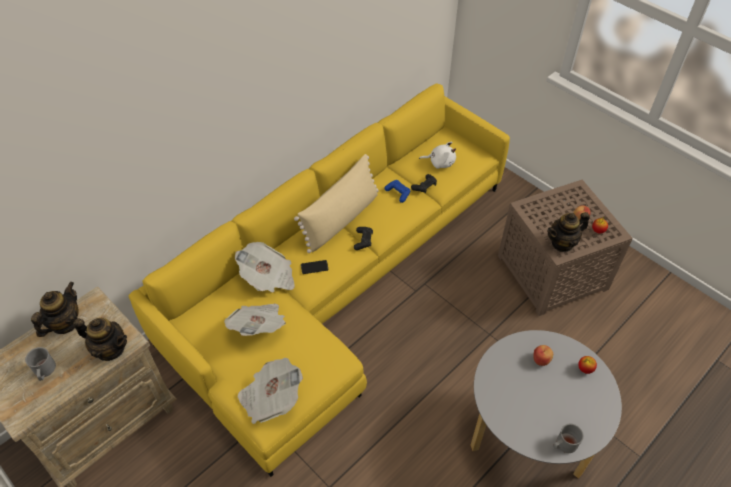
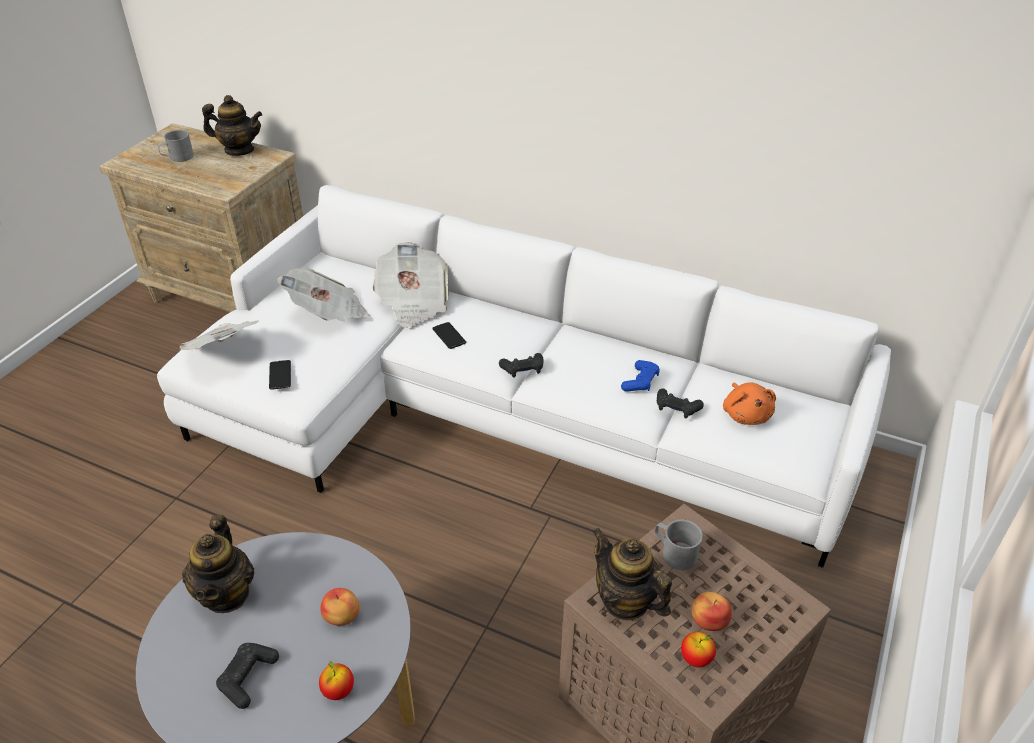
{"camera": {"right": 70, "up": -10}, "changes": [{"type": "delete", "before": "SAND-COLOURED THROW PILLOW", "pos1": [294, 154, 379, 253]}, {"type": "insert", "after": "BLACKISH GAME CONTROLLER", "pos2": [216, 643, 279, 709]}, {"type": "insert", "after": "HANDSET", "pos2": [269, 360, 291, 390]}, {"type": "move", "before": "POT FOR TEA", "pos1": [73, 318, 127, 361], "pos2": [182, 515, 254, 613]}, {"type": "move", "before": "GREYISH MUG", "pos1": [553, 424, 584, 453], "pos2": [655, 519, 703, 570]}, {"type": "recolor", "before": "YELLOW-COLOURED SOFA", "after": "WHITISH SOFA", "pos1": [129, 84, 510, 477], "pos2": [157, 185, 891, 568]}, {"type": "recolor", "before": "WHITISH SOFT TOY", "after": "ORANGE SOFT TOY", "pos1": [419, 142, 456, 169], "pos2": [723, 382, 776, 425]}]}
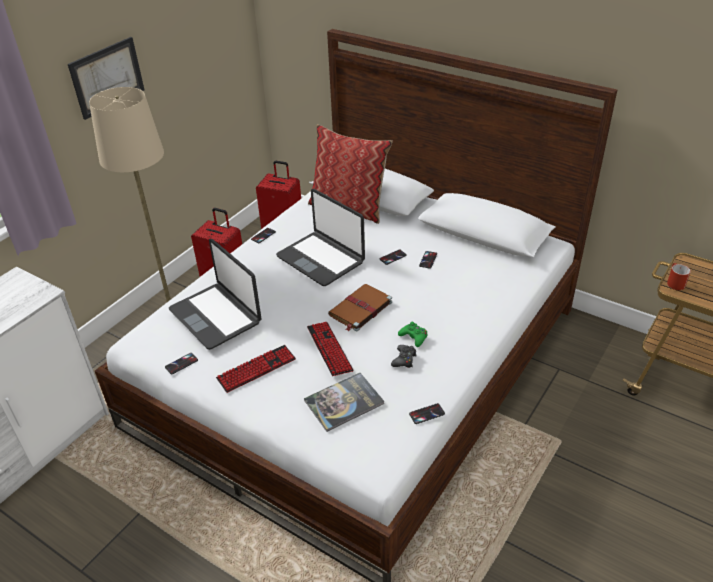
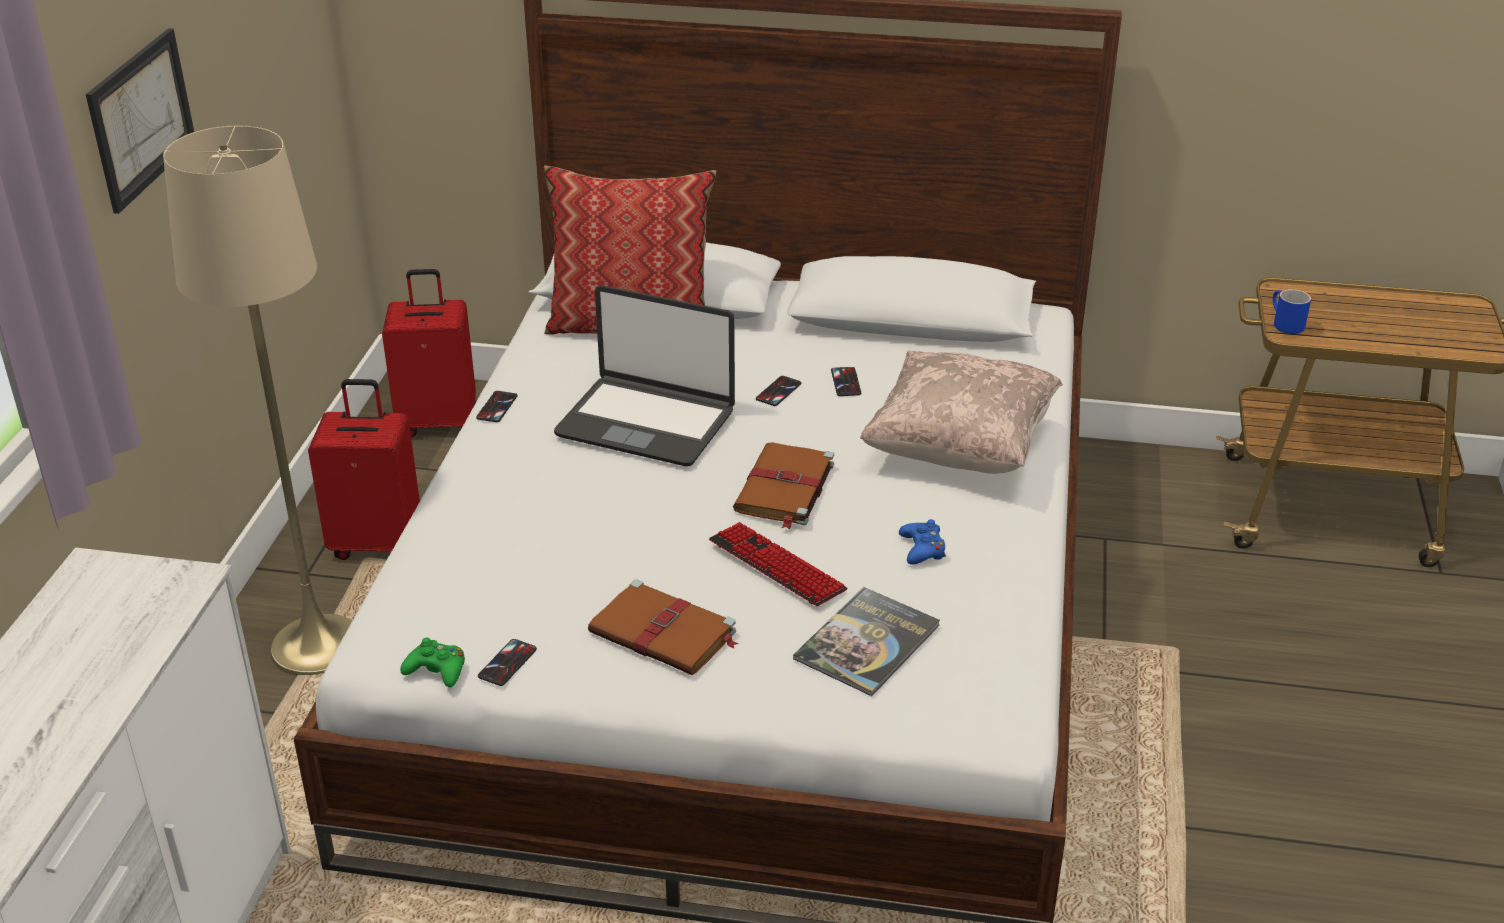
{"camera": {"right": -25, "up": -5}, "changes": [{"type": "delete", "before": "NOTEBOOK COMPUTER", "pos1": [169, 239, 262, 350]}, {"type": "delete", "before": "HANDSET", "pos1": [409, 403, 445, 424]}, {"type": "insert", "after": "SAND-COLOURED THROW PILLOW", "pos2": [860, 350, 1063, 474]}, {"type": "move", "before": "GREENISH GAME CONTROLLER", "pos1": [398, 322, 427, 347], "pos2": [400, 638, 465, 687]}, {"type": "replace", "before": "COMPUTER KEYBOARD", "after": "BROWN BOOK", "pos1": [216, 345, 296, 393], "pos2": [588, 579, 739, 675]}, {"type": "recolor", "before": "BLACKISH GAME CONTROLLER", "after": "BLUISH GAME CONTROLLER", "pos1": [391, 345, 417, 368], "pos2": [899, 519, 946, 565]}, {"type": "recolor", "before": "RED MUG", "after": "BLUISH MUG", "pos1": [667, 263, 691, 290], "pos2": [1273, 289, 1311, 334]}]}
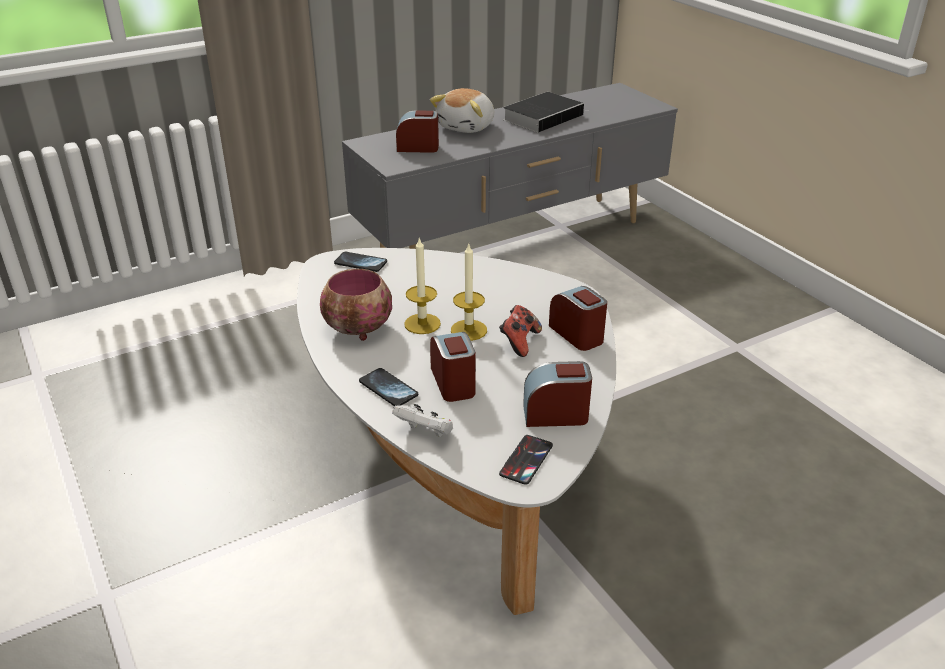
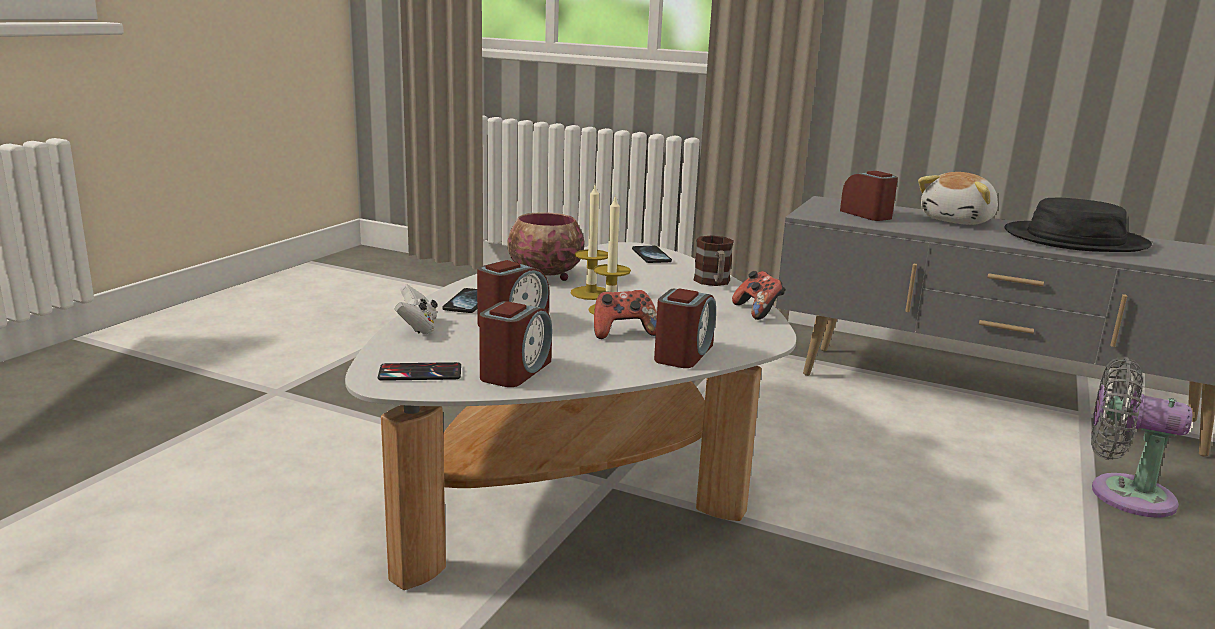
{"camera": {"right": 55, "up": -15}, "changes": [{"type": "insert", "after": "MUG", "pos2": [694, 235, 734, 286]}, {"type": "insert", "after": "GAME CONTROLLER", "pos2": [732, 271, 786, 320]}, {"type": "insert", "after": "GREYISH ELECTRIC FAN", "pos2": [1091, 357, 1193, 518]}, {"type": "replace", "before": "BOOK", "after": "BLACKISH CLOTHING HAT", "pos1": [503, 92, 584, 133], "pos2": [1005, 198, 1152, 252]}, {"type": "rotate", "before": "SOFT TOY", "pos1": [430, 88, 494, 133], "pos2": [918, 172, 998, 225], "turn": -45}, {"type": "rotate", "before": "BEDSIDE CLOCK", "pos1": [523, 361, 592, 427], "pos2": [479, 301, 552, 387], "turn": 60}]}
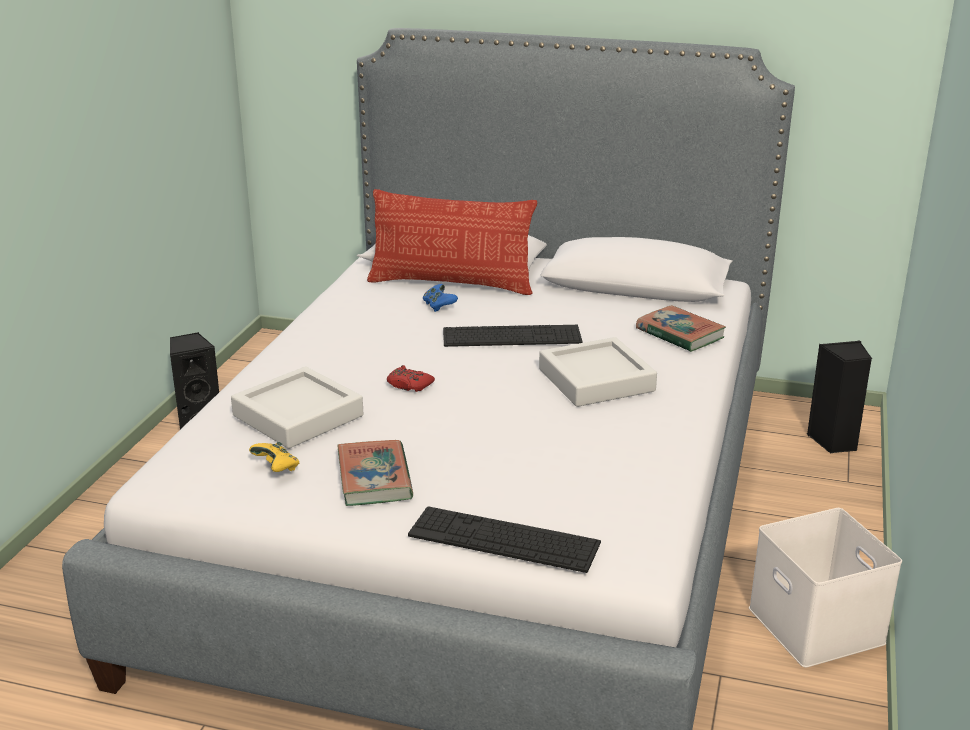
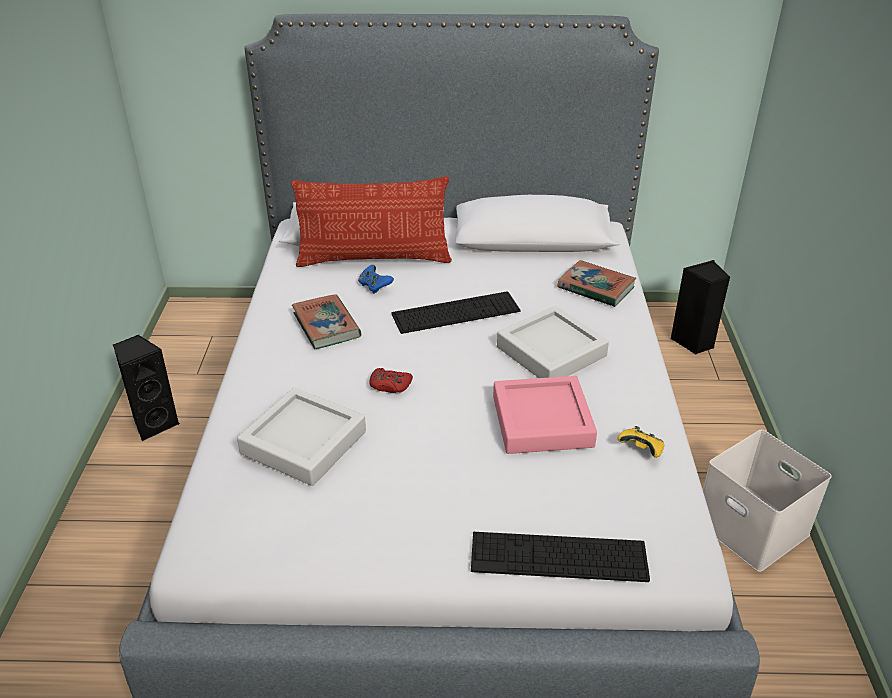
{"camera": {"right": -15, "up": 10}, "changes": [{"type": "insert", "after": "PINKISH CARRYING TRAY", "pos2": [493, 376, 597, 454]}, {"type": "move", "before": "YELLOW-COLOURED GAME CONTROLLER", "pos1": [249, 442, 299, 472], "pos2": [618, 426, 664, 458]}, {"type": "move", "before": "BOOK", "pos1": [337, 440, 413, 506], "pos2": [292, 294, 361, 349]}]}
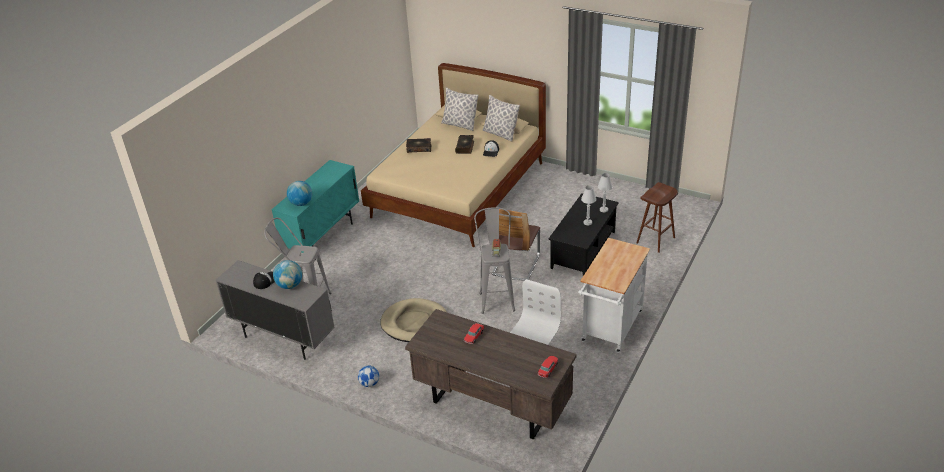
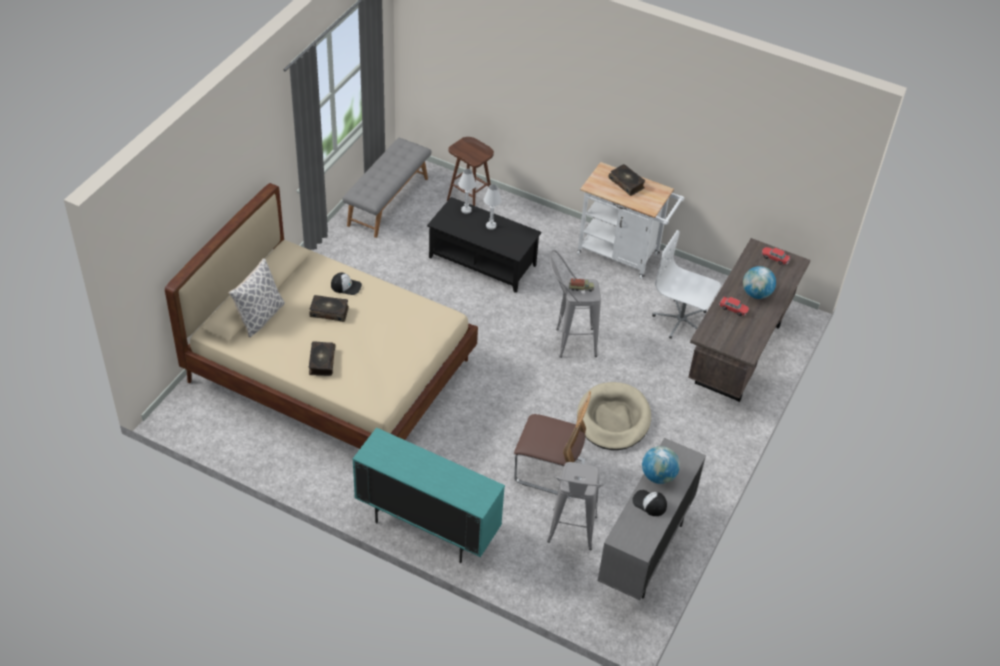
{"camera": {"right": -95, "up": 10}, "changes": [{"type": "delete", "before": "FOOTBALL BALL", "pos1": [358, 366, 379, 387]}, {"type": "delete", "before": "THROW PILLOW", "pos1": [482, 95, 520, 142]}, {"type": "insert", "after": "GREYISH LONG SEAT", "pos2": [342, 138, 431, 238]}, {"type": "insert", "after": "BOOK", "pos2": [609, 164, 645, 196]}, {"type": "move", "before": "WORLD GLOBE", "pos1": [287, 181, 312, 206], "pos2": [743, 266, 776, 299]}, {"type": "move", "before": "CHAIR", "pos1": [491, 209, 540, 280], "pos2": [514, 391, 591, 499]}]}
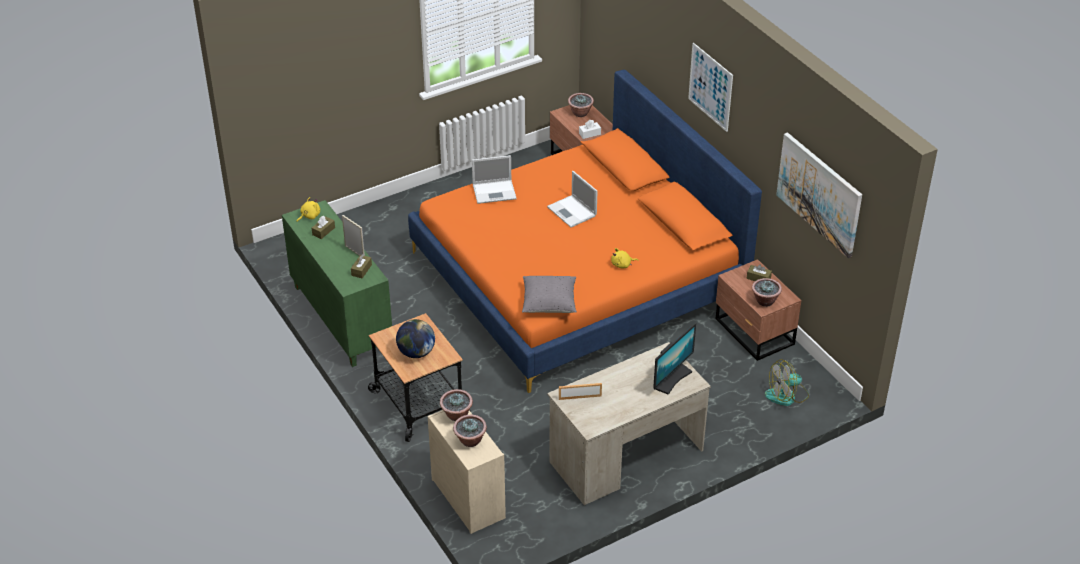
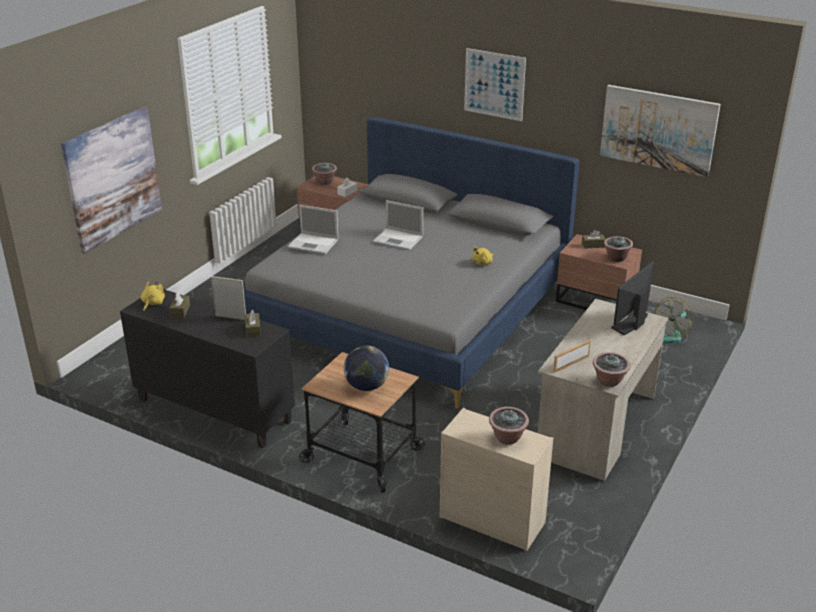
{"camera": {"right": -30, "up": -10}, "changes": [{"type": "delete", "before": "GREYISH THROW PILLOW", "pos1": [522, 276, 577, 313]}, {"type": "insert", "after": "PICTURE", "pos2": [61, 107, 162, 254]}, {"type": "move", "before": "PLANT IN A POT", "pos1": [440, 389, 473, 421], "pos2": [593, 352, 630, 387]}, {"type": "recolor", "before": "GREENISH STORAGE CABINET", "after": "BLACKISH STORAGE CABINET", "pos1": [282, 200, 392, 367], "pos2": [120, 289, 295, 448]}, {"type": "recolor", "before": "ORANGE SLEEPING BED", "after": "GREYISH SLEEPING BED", "pos1": [408, 70, 762, 393], "pos2": [243, 117, 580, 409]}, {"type": "rotate", "before": "NOTEBOOK COMPUTER", "pos1": [472, 155, 517, 204], "pos2": [288, 205, 338, 254], "turn": 60}, {"type": "rotate", "before": "MONITOR", "pos1": [653, 323, 696, 395], "pos2": [611, 261, 654, 335], "turn": -150}]}
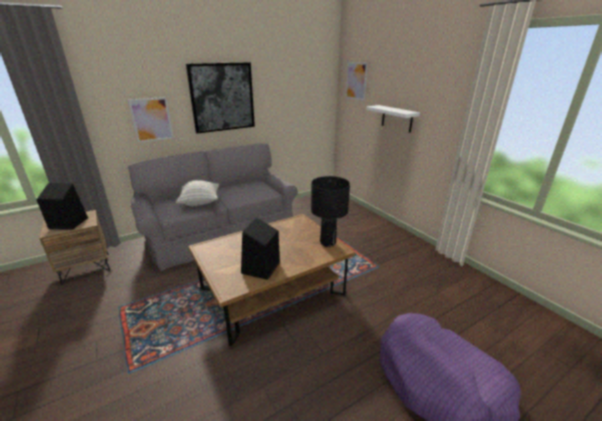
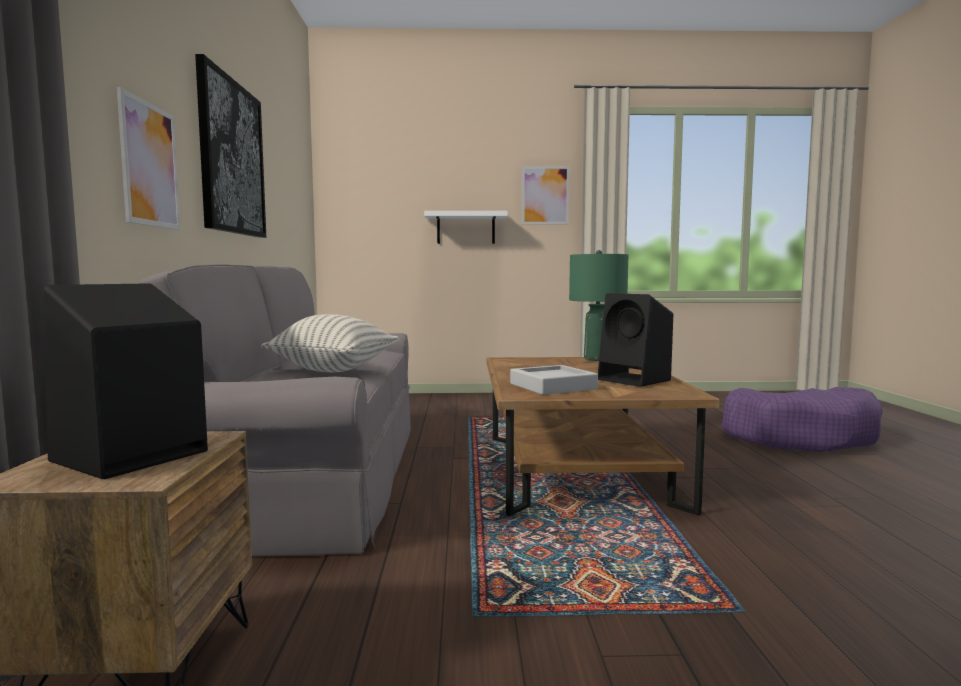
{"camera": {"right": -60, "up": -20}, "changes": [{"type": "insert", "after": "GREYISH CARRYING TRAY", "pos2": [510, 365, 598, 395]}, {"type": "move", "before": "PICTURE", "pos1": [346, 62, 368, 101], "pos2": [522, 166, 570, 224]}, {"type": "recolor", "before": "BLACKISH TABLE LAMP", "after": "GREENISH TABLE LAMP", "pos1": [311, 176, 350, 247], "pos2": [569, 250, 628, 361]}]}
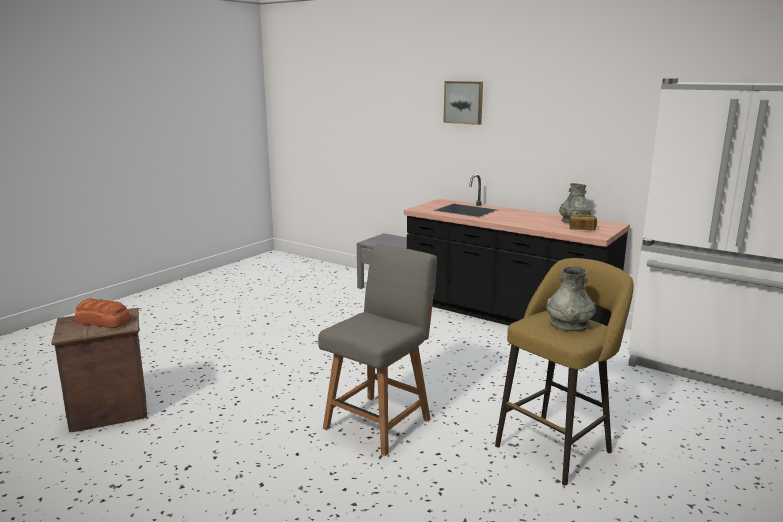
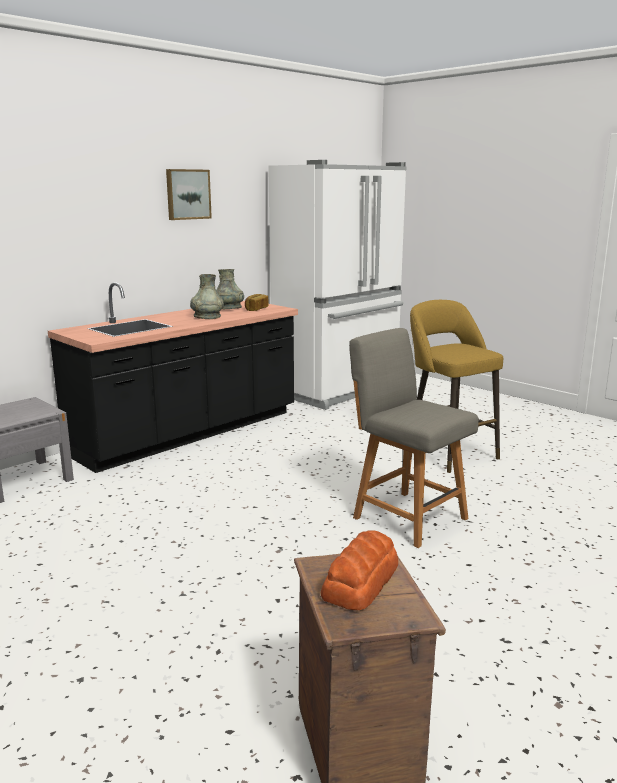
{"camera": {"right": -80, "up": 0}, "changes": [{"type": "move", "before": "PICTURE", "pos1": [443, 81, 483, 125], "pos2": [166, 169, 212, 220]}, {"type": "move", "before": "GREYISH FLOWER VASE", "pos1": [546, 266, 596, 331], "pos2": [190, 274, 224, 319]}]}
